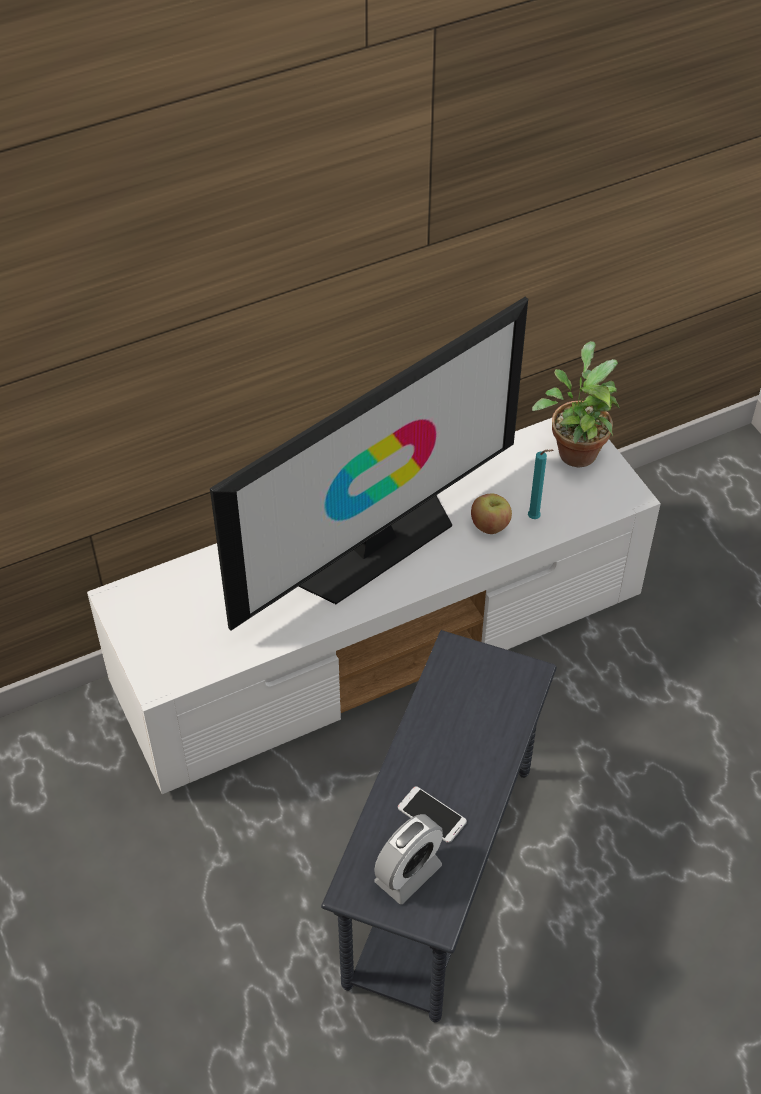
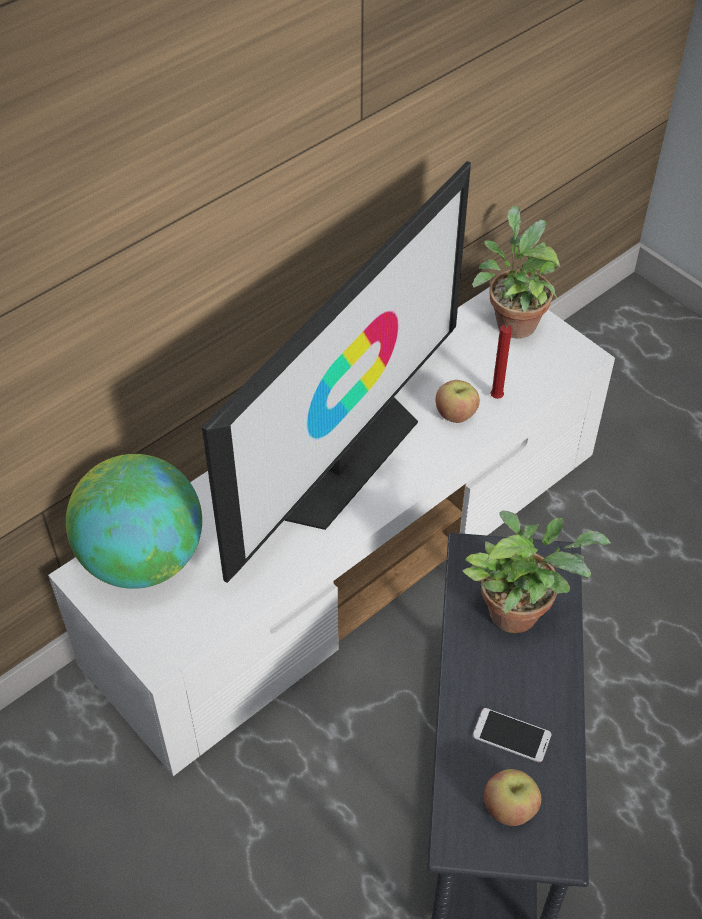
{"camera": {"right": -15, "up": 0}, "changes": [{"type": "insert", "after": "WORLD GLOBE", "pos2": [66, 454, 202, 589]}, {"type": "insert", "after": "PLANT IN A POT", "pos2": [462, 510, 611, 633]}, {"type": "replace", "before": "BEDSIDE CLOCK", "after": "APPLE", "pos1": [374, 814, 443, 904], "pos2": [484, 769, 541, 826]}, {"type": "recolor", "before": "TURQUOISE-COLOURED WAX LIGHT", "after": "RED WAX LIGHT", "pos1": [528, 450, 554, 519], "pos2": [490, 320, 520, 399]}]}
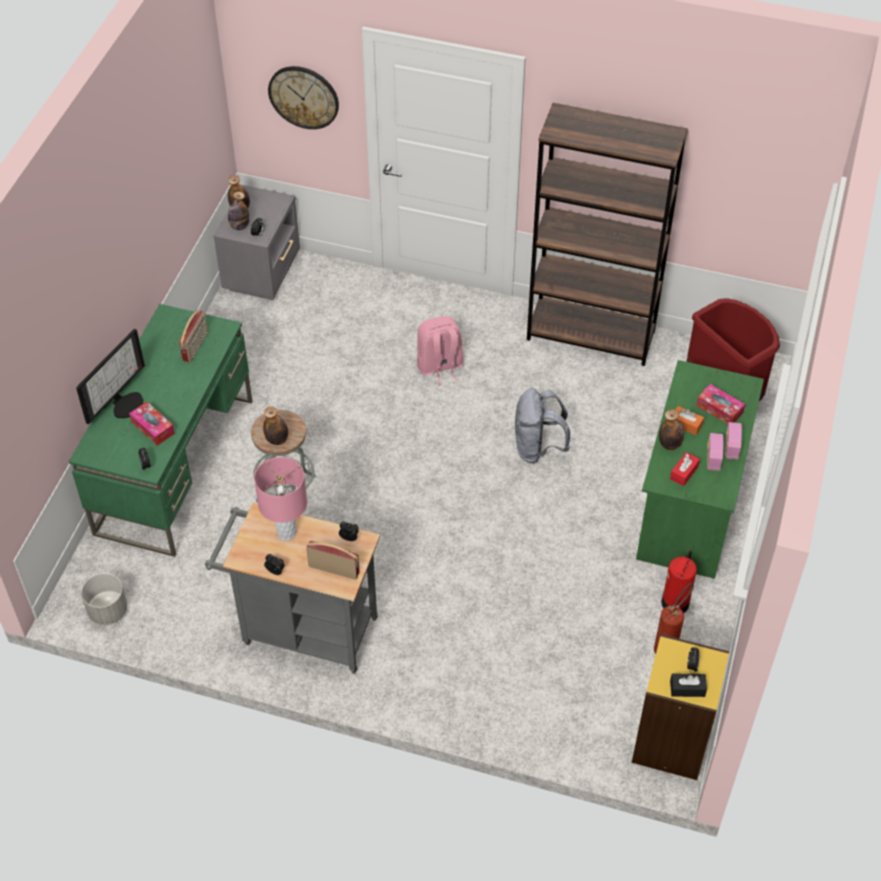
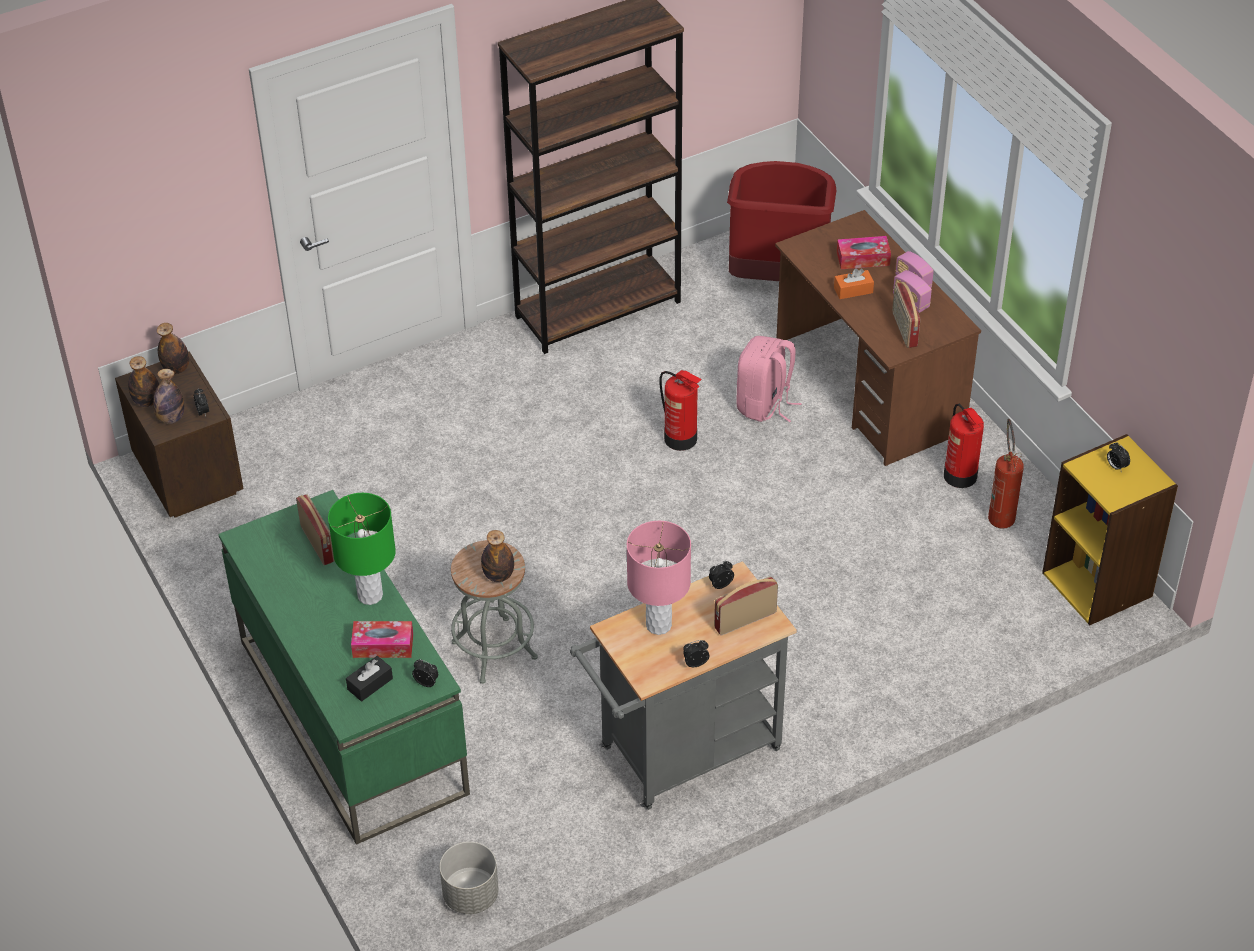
{"camera": {"right": -45, "up": -5}, "changes": [{"type": "delete", "before": "MONITOR", "pos1": [76, 329, 145, 424]}, {"type": "delete", "before": "WALL CLOCK", "pos1": [268, 66, 339, 129]}, {"type": "insert", "after": "GREENISH TABLE LAMP", "pos2": [328, 493, 396, 605]}, {"type": "move", "before": "PINKISH BACKPACK", "pos1": [417, 316, 463, 386], "pos2": [736, 336, 801, 422]}, {"type": "move", "before": "DRINK BOTTLE", "pos1": [659, 409, 684, 450], "pos2": [157, 323, 189, 374]}, {"type": "move", "before": "BLACKISH TISSUE BOX", "pos1": [670, 674, 707, 697], "pos2": [346, 656, 393, 702]}, {"type": "replace", "before": "GREYISH BACKPACK", "after": "EXTINGUISHER", "pos1": [515, 388, 570, 463], "pos2": [659, 370, 702, 451]}, {"type": "replace", "before": "RED TISSUE BOX", "after": "RADIO SET", "pos1": [670, 452, 700, 486], "pos2": [892, 282, 920, 348]}, {"type": "recolor", "before": "GREYISH NIGHT TABLE", "after": "BROWN NIGHT TABLE", "pos1": [214, 185, 300, 300], "pos2": [115, 352, 244, 517]}, {"type": "recolor", "before": "GREENISH DESK", "after": "BROWN DESK", "pos1": [636, 360, 764, 579], "pos2": [775, 210, 981, 466]}]}
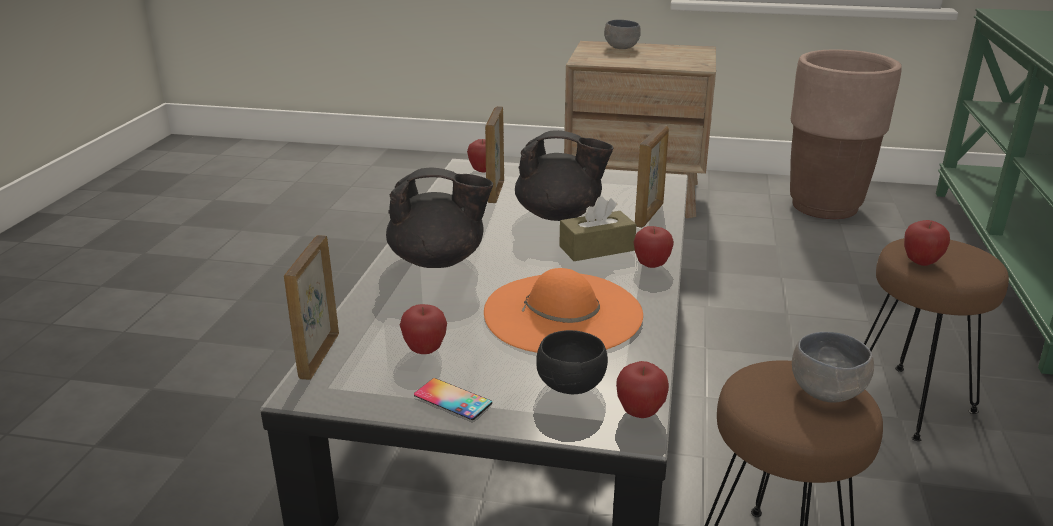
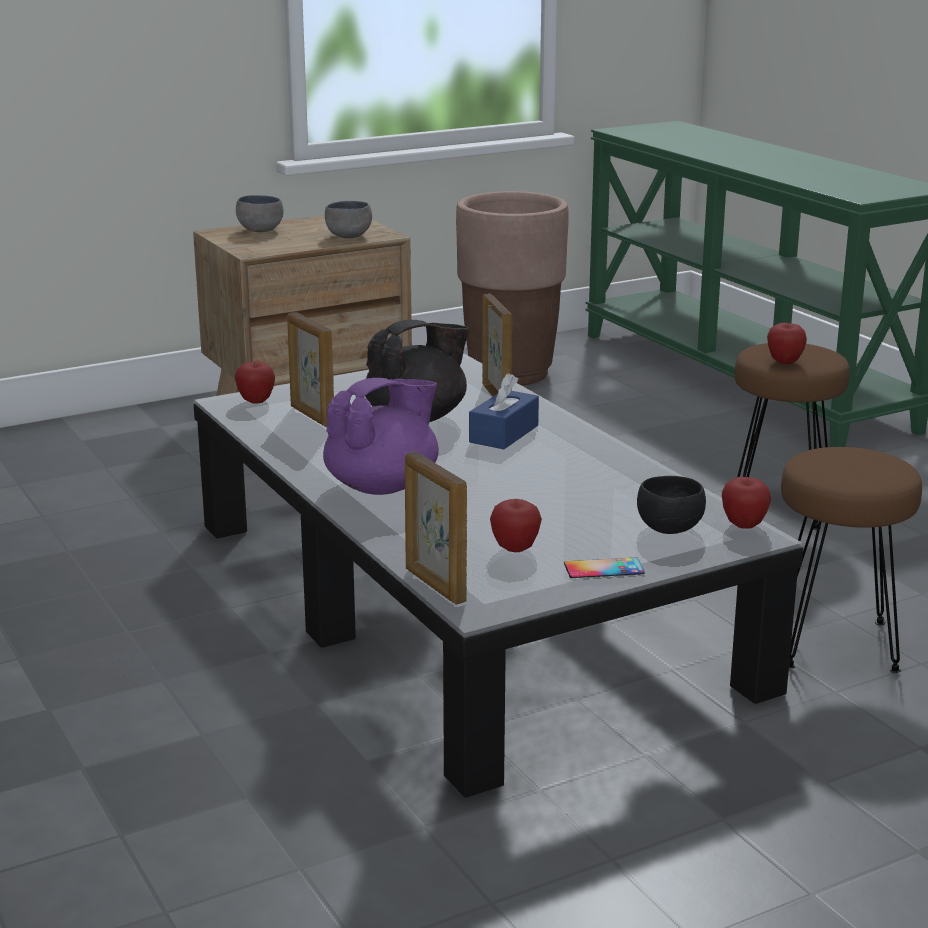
{"camera": {"right": -40, "up": -5}, "changes": [{"type": "delete", "before": "ORANGE CLOTHING HAT", "pos1": [484, 268, 643, 353]}, {"type": "delete", "before": "APPLE", "pos1": [634, 226, 674, 268]}, {"type": "move", "before": "GREYISH SERVING BOWL", "pos1": [792, 332, 874, 403], "pos2": [325, 201, 372, 238]}, {"type": "recolor", "before": "BLACKISH POT FOR TEA", "after": "PURPLISH POT FOR TEA", "pos1": [386, 167, 493, 268], "pos2": [323, 378, 439, 495]}, {"type": "recolor", "before": "BROWN TISSUE BOX", "after": "BLUISH TISSUE BOX", "pos1": [559, 196, 636, 261], "pos2": [469, 373, 539, 449]}]}
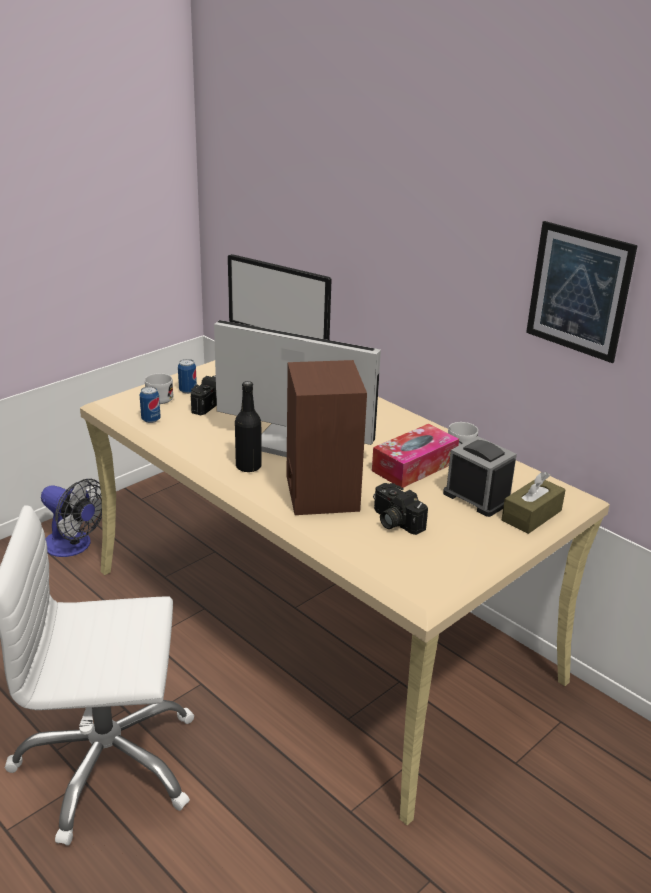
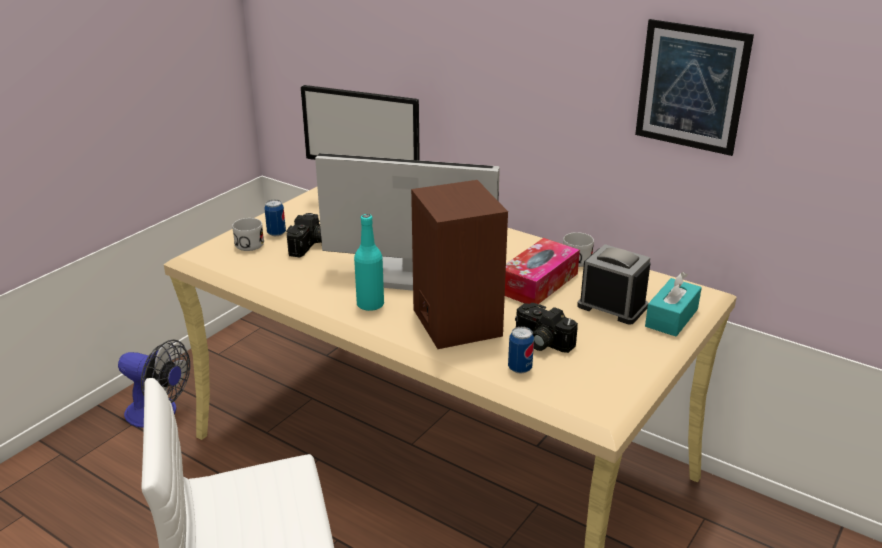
{"camera": {"right": -10, "up": 0}, "changes": [{"type": "move", "before": "METAL CAN", "pos1": [140, 386, 161, 423], "pos2": [508, 327, 534, 374]}, {"type": "recolor", "before": "BLACKISH DRINK BOTTLE", "after": "TURQUOISE-COLOURED DRINK BOTTLE", "pos1": [235, 381, 262, 472], "pos2": [354, 214, 384, 311]}, {"type": "recolor", "before": "BROWN TISSUE BOX", "after": "TURQUOISE-COLOURED TISSUE BOX", "pos1": [502, 472, 566, 534], "pos2": [645, 272, 702, 336]}]}
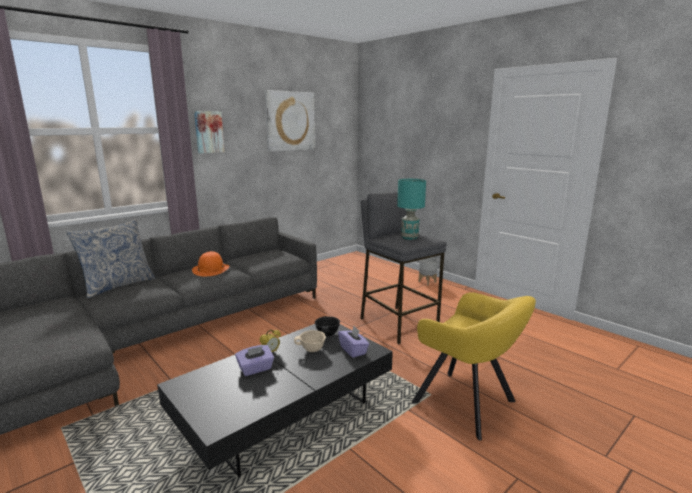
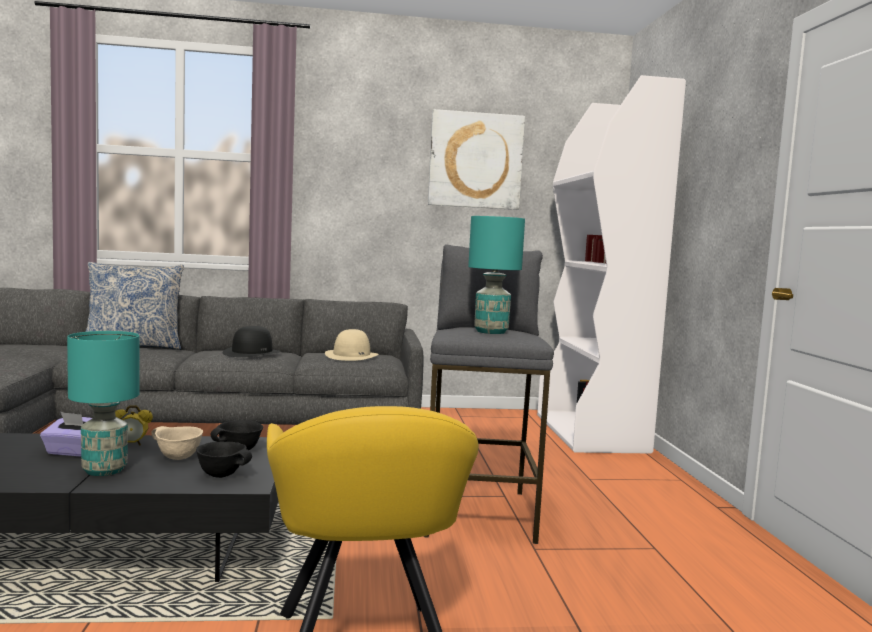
{"camera": {"right": 35, "up": -10}, "changes": [{"type": "delete", "before": "PICTURE", "pos1": [194, 111, 225, 153]}, {"type": "delete", "before": "GREYISH FLOWER POT", "pos1": [419, 257, 438, 285]}, {"type": "insert", "after": "TURQUOISE-COLOURED TABLE LAMP", "pos2": [67, 331, 139, 476]}, {"type": "insert", "after": "SAND-COLOURED CLOTHING HAT", "pos2": [325, 329, 378, 361]}, {"type": "insert", "after": "WHITISH BOOKCASE", "pos2": [537, 75, 686, 454]}, {"type": "replace", "before": "PURPLISH TISSUE BOX", "after": "BLACKISH SERVING BOWL", "pos1": [338, 326, 369, 358], "pos2": [196, 442, 252, 478]}, {"type": "recolor", "before": "ORANGE CLOTHING HAT", "after": "BLACKISH CLOTHING HAT", "pos1": [192, 251, 229, 276], "pos2": [223, 326, 281, 357]}]}
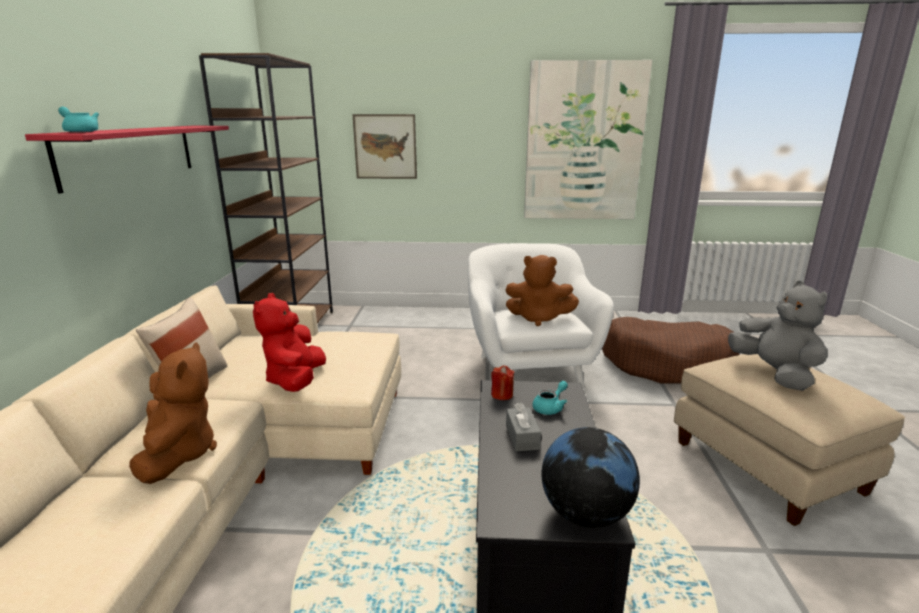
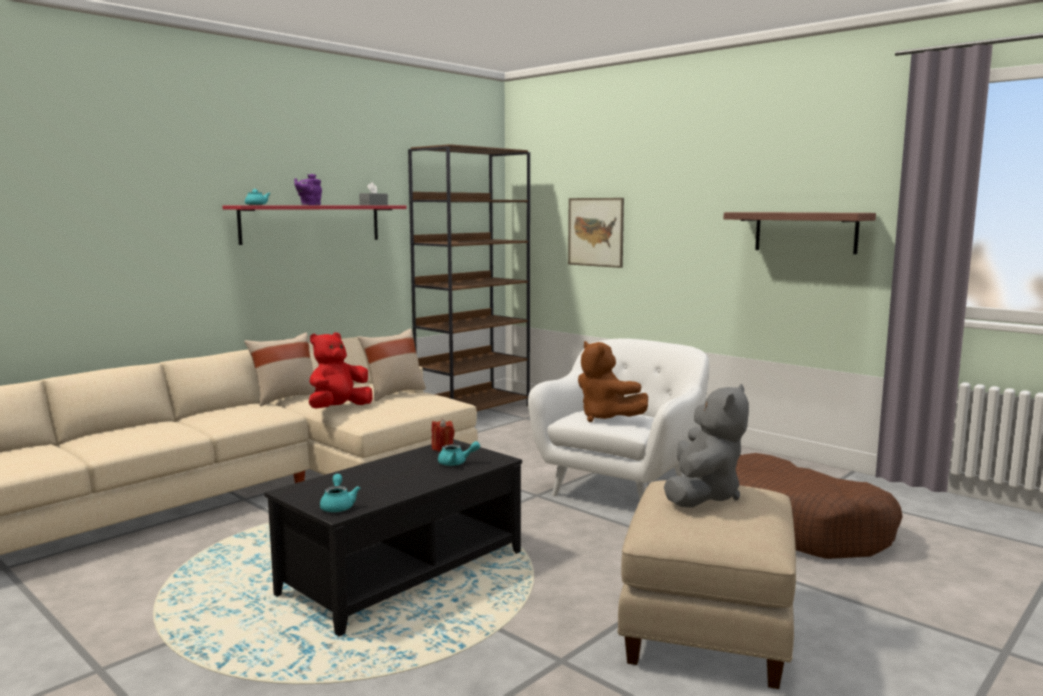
{"camera": {"right": 40, "up": -10}, "changes": [{"type": "delete", "before": "BROWN SOFT TOY", "pos1": [129, 342, 217, 484]}, {"type": "insert", "after": "PURPLISH POT FOR TEA", "pos2": [294, 174, 322, 205]}, {"type": "insert", "after": "SAND-COLOURED THROW PILLOW", "pos2": [358, 328, 426, 401]}, {"type": "move", "before": "GREYISH TISSUE BOX", "pos1": [506, 402, 541, 451], "pos2": [359, 182, 388, 205]}, {"type": "replace", "before": "PICTURE", "after": "BRACKET SHELF", "pos1": [524, 60, 652, 219], "pos2": [723, 212, 876, 254]}, {"type": "replace", "before": "WORLD GLOBE", "after": "TURQUOISE-COLOURED POT FOR TEA", "pos1": [542, 427, 640, 528], "pos2": [320, 474, 360, 512]}]}
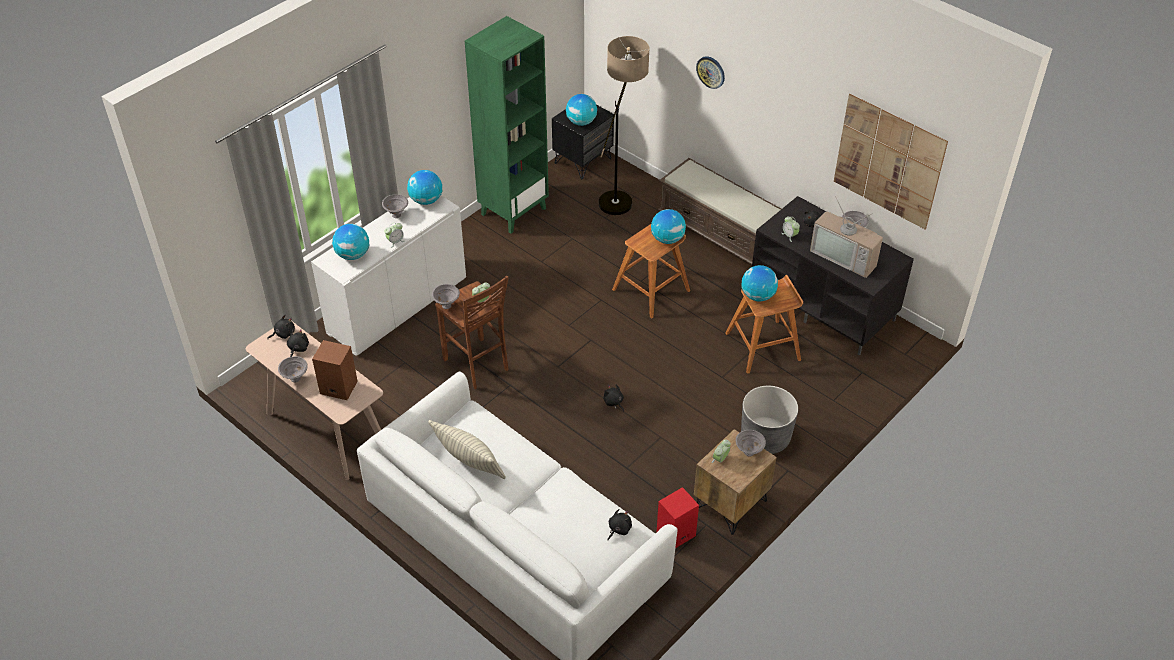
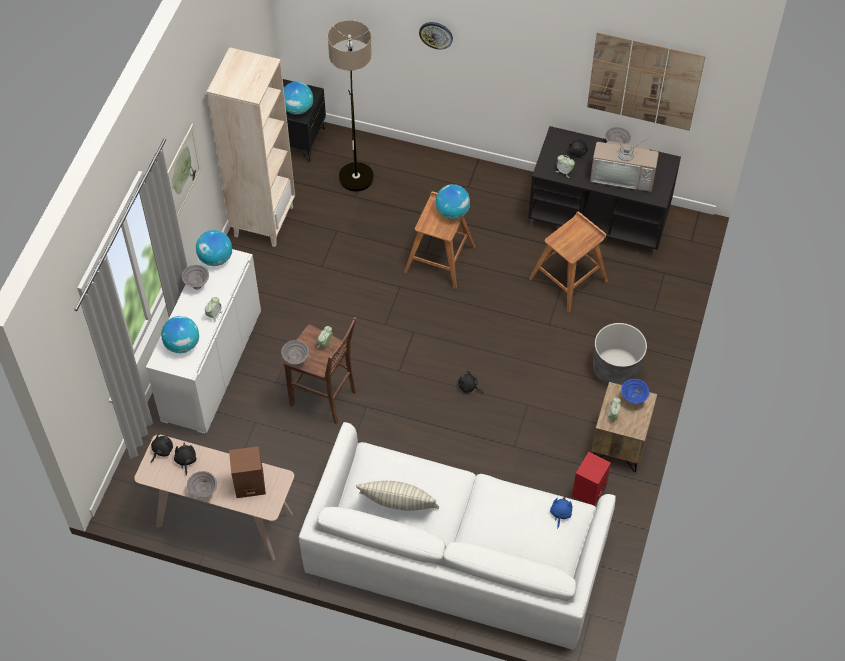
{"camera": {"right": -25, "up": 10}, "changes": [{"type": "delete", "before": "BROWN LONG SEAT", "pos1": [658, 158, 781, 265]}, {"type": "delete", "before": "WORLD GLOBE", "pos1": [741, 265, 778, 302]}, {"type": "insert", "after": "PICTURE", "pos2": [167, 123, 202, 218]}, {"type": "recolor", "before": "GREENISH BOOKCASE", "after": "SAND-COLOURED BOOKCASE", "pos1": [465, 16, 549, 234], "pos2": [207, 47, 295, 247]}, {"type": "recolor", "before": "BLACKISH SOFT TOY", "after": "BLUISH SOFT TOY", "pos1": [607, 509, 632, 540], "pos2": [550, 496, 572, 528]}, {"type": "recolor", "before": "GREYISH SERVING BOWL", "after": "BLUISH SERVING BOWL", "pos1": [736, 430, 766, 457], "pos2": [621, 379, 649, 404]}]}
